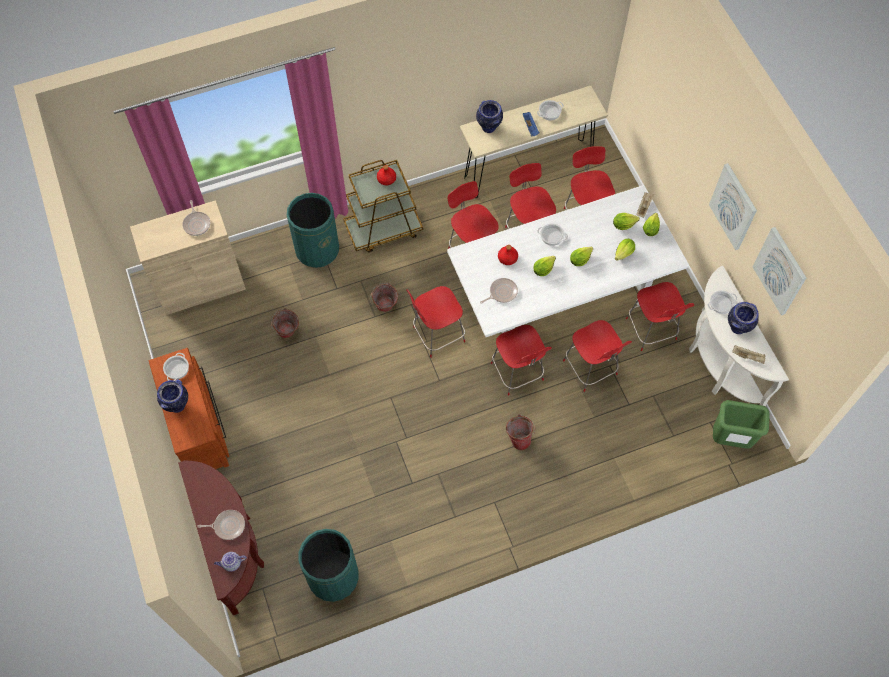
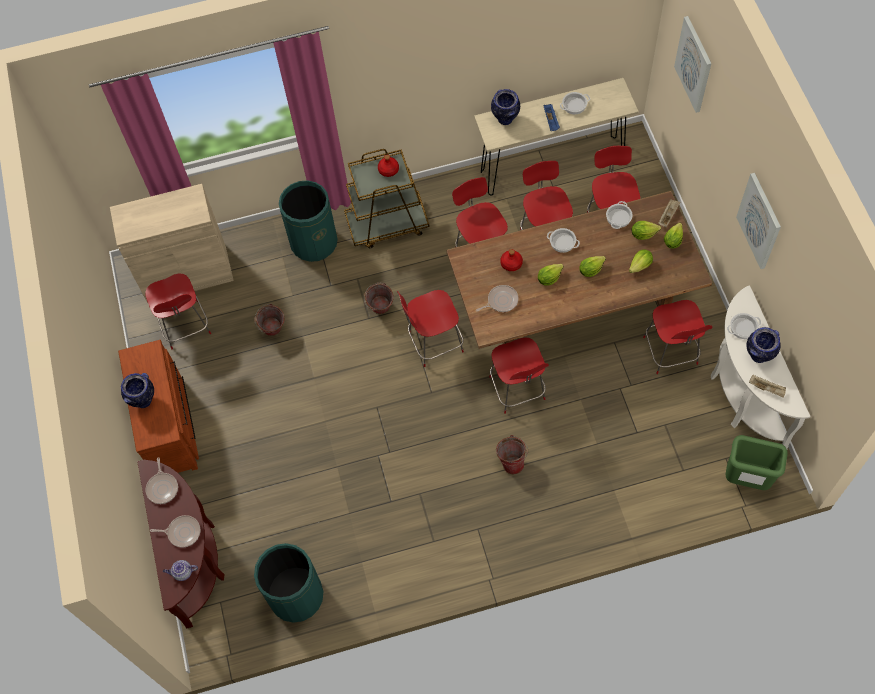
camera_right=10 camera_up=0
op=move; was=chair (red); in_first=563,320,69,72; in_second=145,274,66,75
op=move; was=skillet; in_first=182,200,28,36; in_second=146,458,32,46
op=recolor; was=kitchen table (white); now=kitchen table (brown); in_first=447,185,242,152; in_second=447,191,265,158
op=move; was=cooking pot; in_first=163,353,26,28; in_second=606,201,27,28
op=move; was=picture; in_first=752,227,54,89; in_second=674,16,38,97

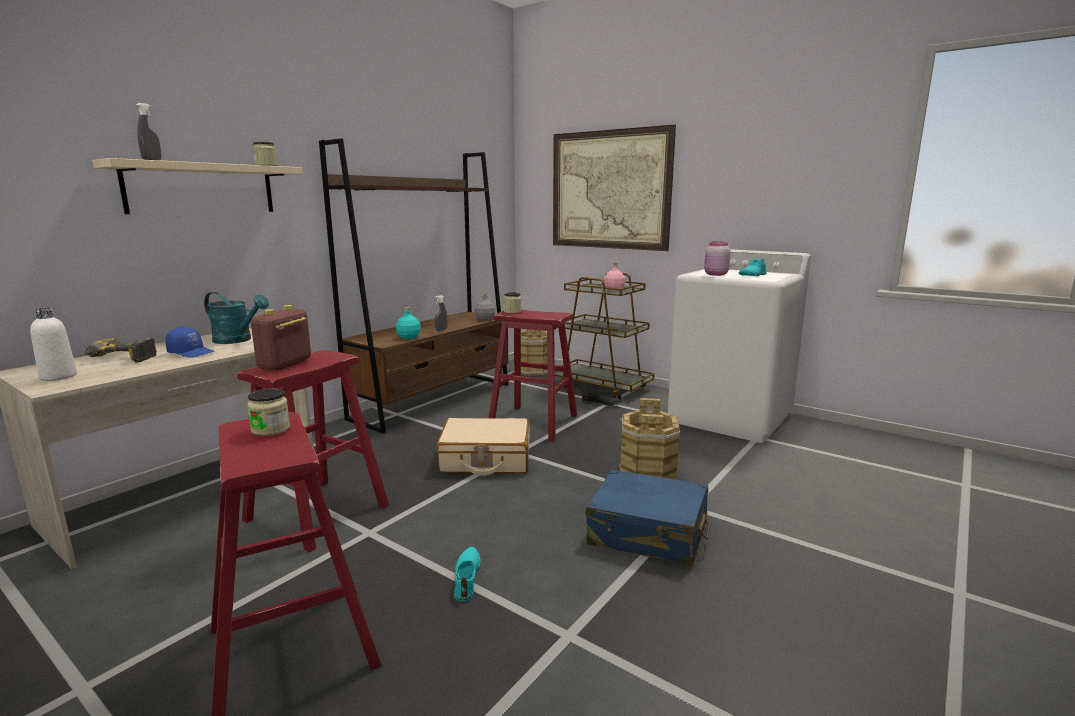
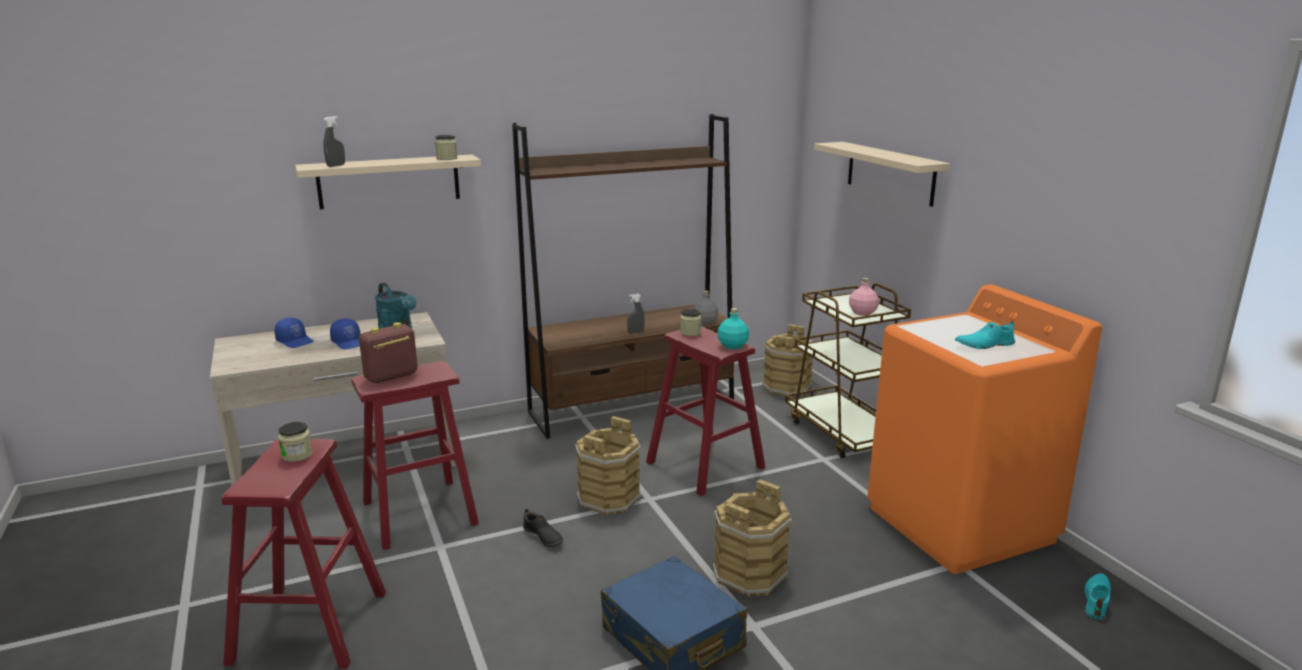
camera_right=30 camera_up=5
op=replace; was=power drill; now=cap (blue-coloured); in_first=80,337,77,26; in_second=275,318,39,30
op=move; was=low shoe (blackish); in_first=581,390,39,16; in_second=523,509,40,38
op=replace; was=suitcase (beige); now=water bucket (brown); in_first=436,418,94,57; in_second=575,416,66,100
op=move; was=drink bottle (blue-green); in_first=396,307,25,32; in_second=717,308,32,41
op=replace; was=picture; now=wall shelf (beige); in_first=553,125,123,126; in_second=814,142,136,65
op=recolor; was=washing machine (white); now=washing machine (orangey); in_first=668,249,143,194; in_second=867,284,235,290
op=move; was=low shoe (blue-green); in_first=454,547,27,55; in_second=1084,573,27,47
op=delete; was=drink bottle (white); in_first=30,308,47,73
op=delete; was=storage jar (pink); in_first=704,241,27,35

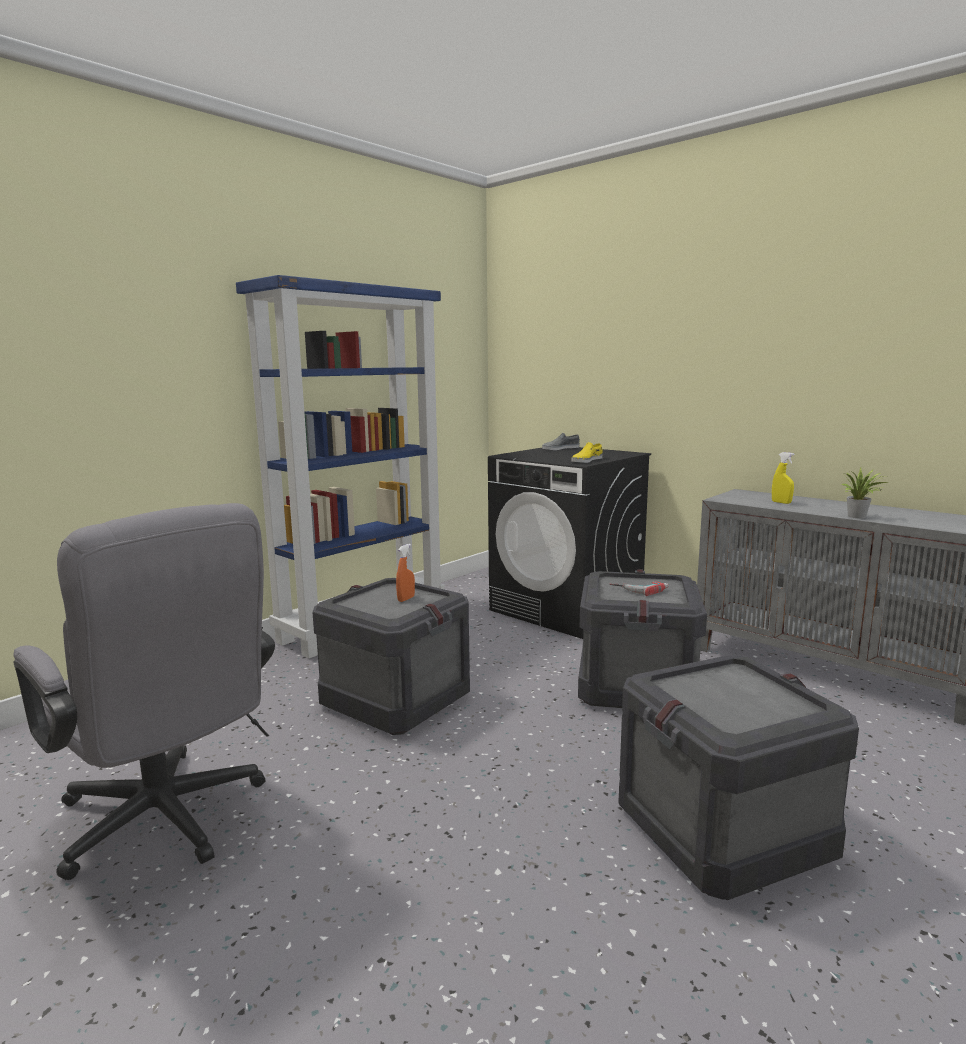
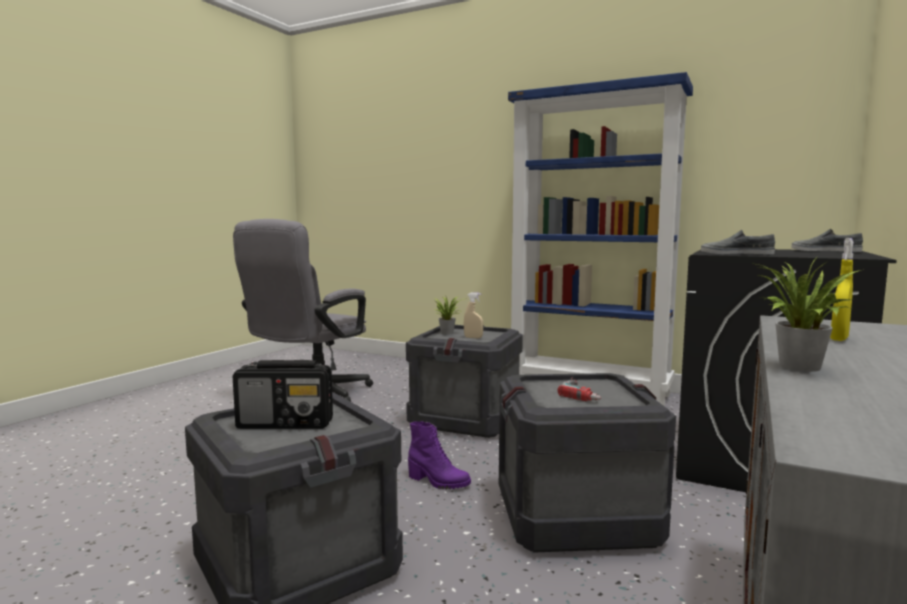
camera_right=75 camera_up=-5
op=insert; now=radio set; in_second=233,360,100,69
op=insert; now=boot (purplish); in_second=408,421,63,68
op=insert; now=houseplant; in_second=434,295,28,40
op=recolor; was=spray bottle (orangey); now=spray bottle (beige); in_first=396,544,19,58; in_second=464,292,19,46
op=recolor; was=low shoe (yellow-coloured); now=low shoe (gray); in_first=572,442,31,21; in_second=701,229,74,25

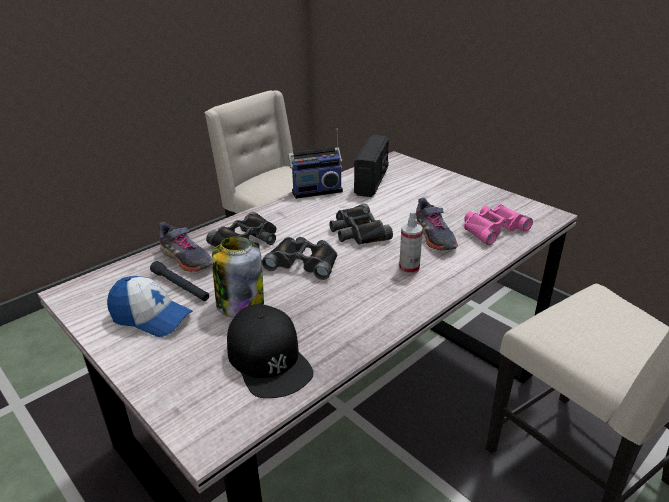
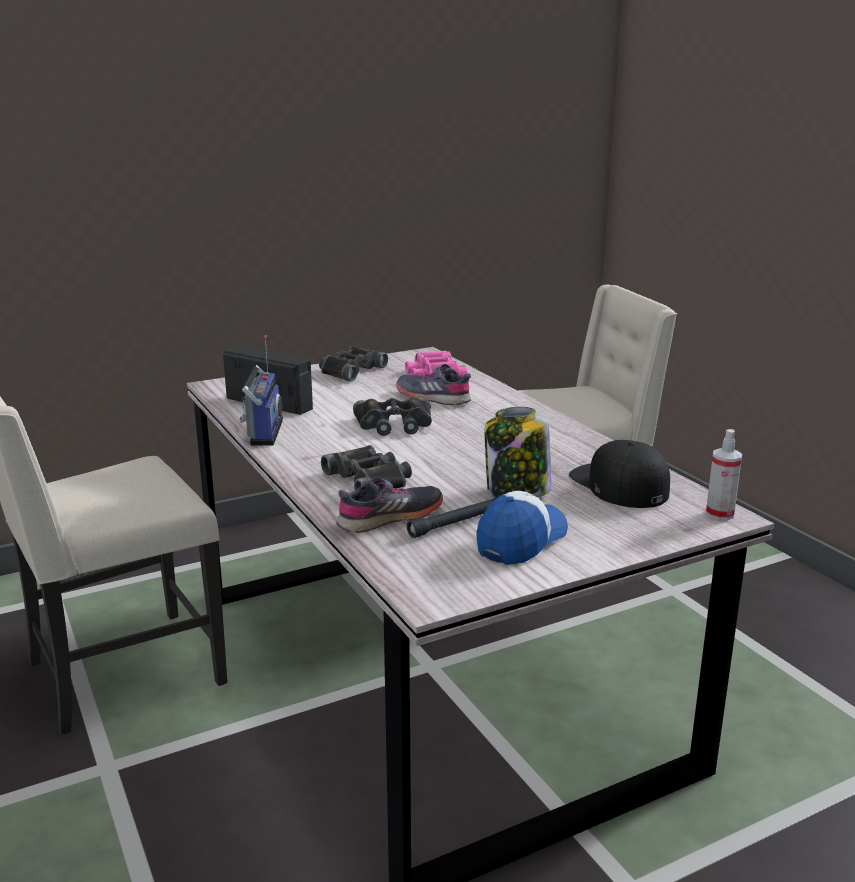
camera_right=-75 camera_up=-10
op=move; was=field glasses (blackish); in_first=262,237,75,43; in_second=319,346,69,36
op=rotate; was=low shoe (gray); in_first=416,198,42,52; in_second=396,364,75,41; clockwise=-150
op=rotate; was=cap (blackish); in_first=227,304,87,94; in_second=569,440,101,68; clockwise=-105
op=move; was=spray bottle; in_first=399,210,24,65; in_second=706,429,36,91

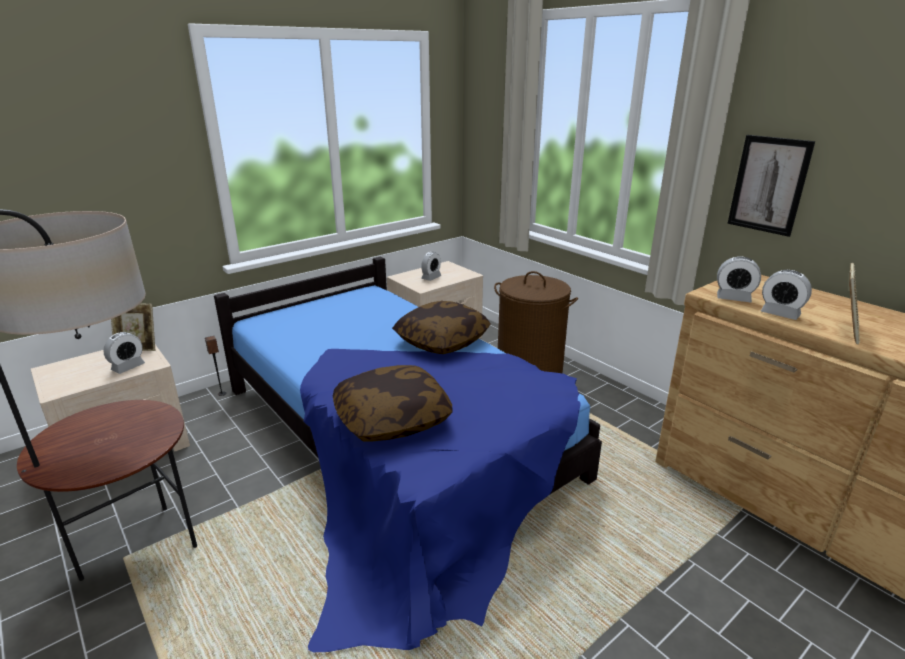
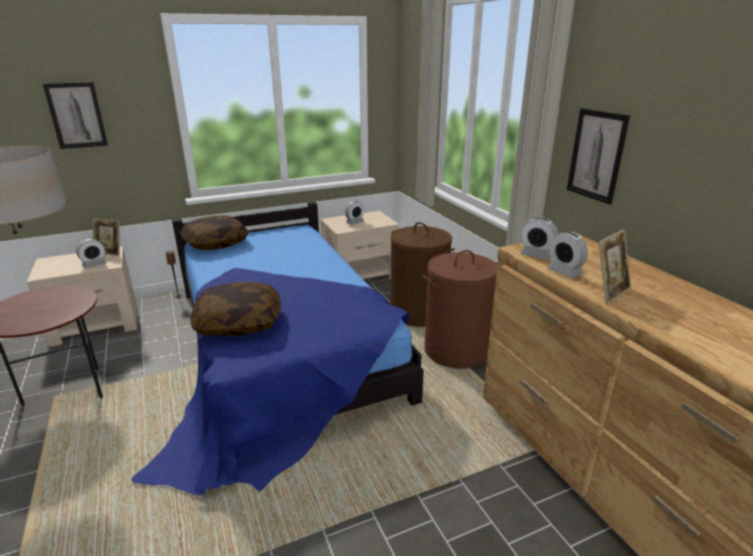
camera_right=15 camera_up=0
op=insert; now=picture; in_second=43,82,65,67
op=move; was=throw pillow; in_first=392,301,99,53; in_second=180,215,68,35
op=insert; now=washing basket (brown); in_second=422,250,76,119

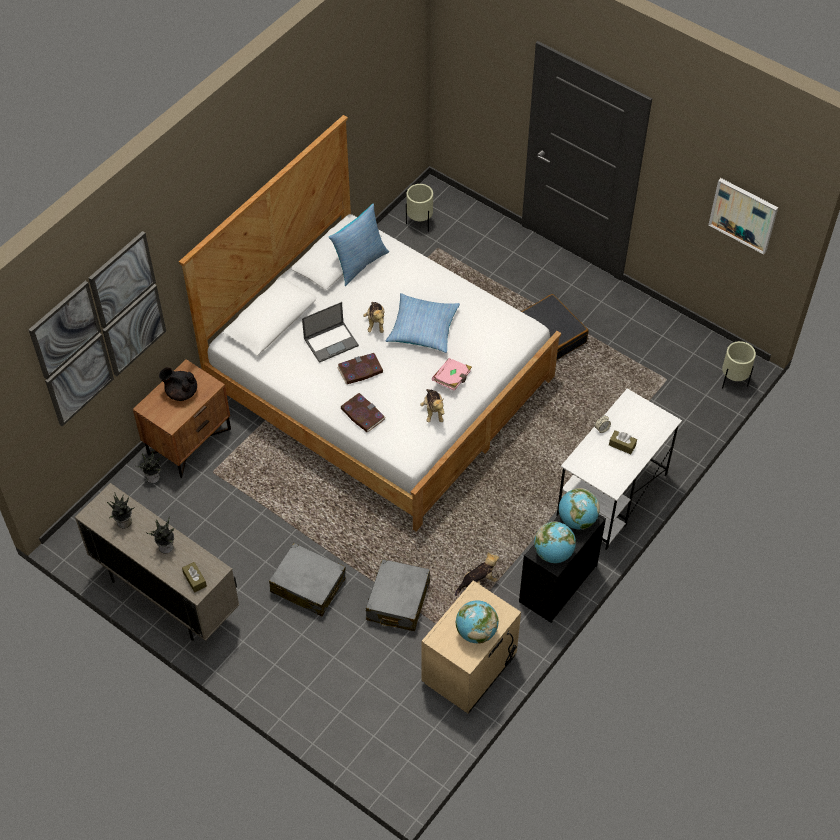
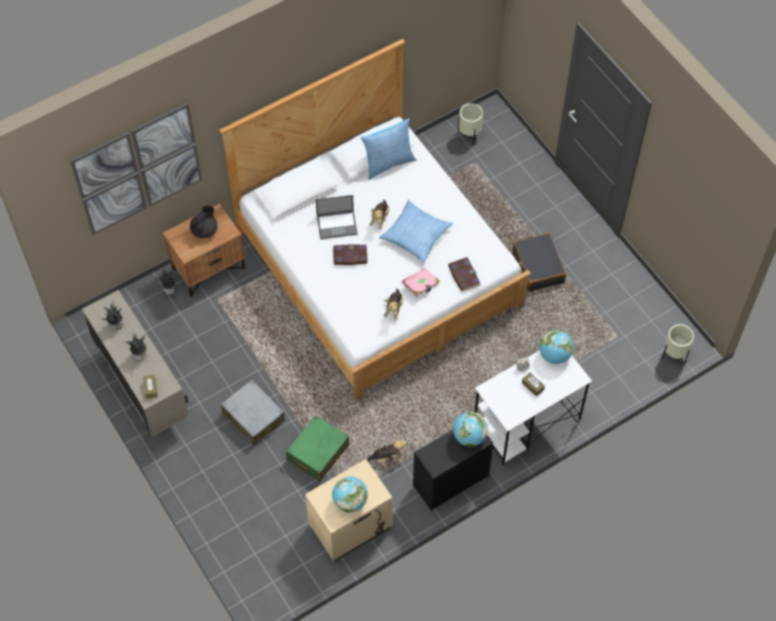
camera_right=20 camera_up=5
op=rotate; was=tea pot (blackish); in_first=159,367,38,34; in_second=190,206,27,32; clockwise=90
op=recolor; was=suitcase (gray); now=suitcase (green-coloured); in_first=366,559,64,72; in_second=286,415,64,66
op=move; was=book; in_first=341,393,45,40; in_second=448,257,33,35
op=move; was=globe; in_first=534,522,42,41; in_second=539,330,35,34
op=delete; was=picture; in_first=708,178,70,76

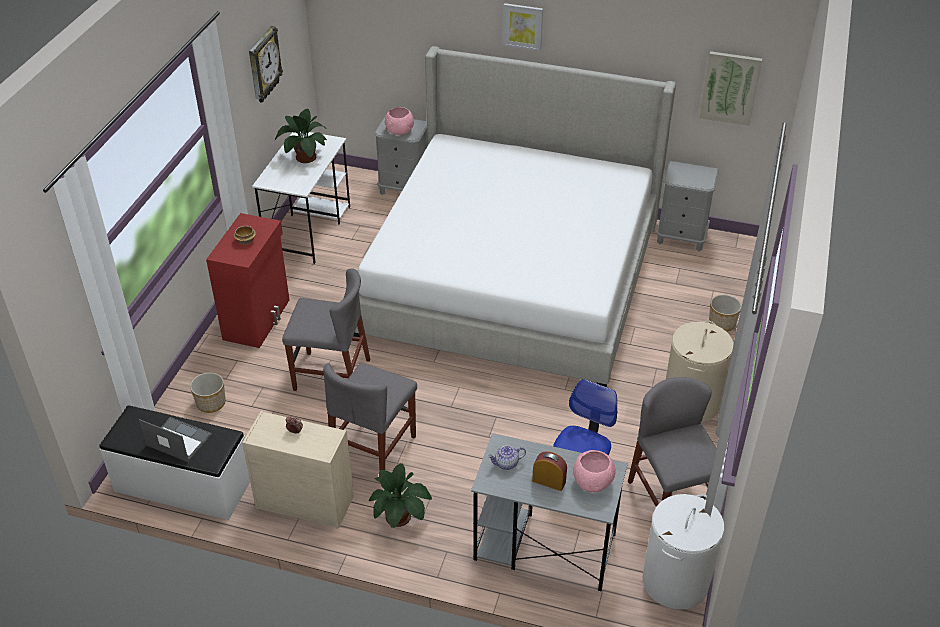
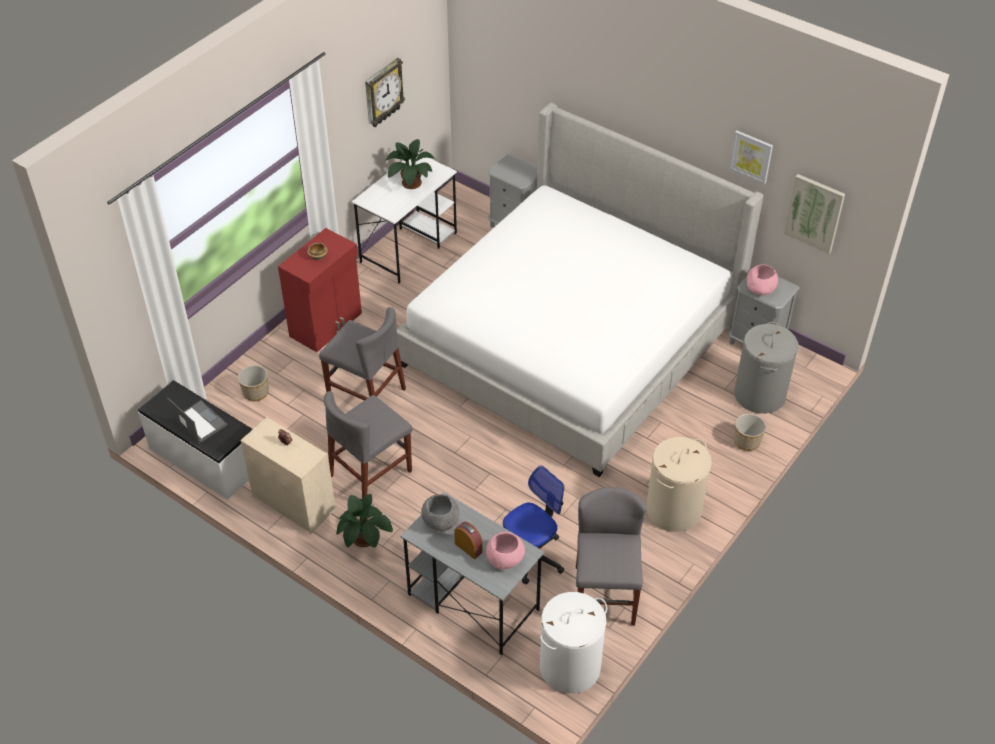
camera_right=20 camera_up=5
op=replace; was=tea pot; now=deep dish (gray); in_first=488,445,38,25; in_second=421,494,38,37
op=move; was=picture; in_first=503,3,40,48; in_second=729,130,44,54
op=insert; now=washing basket (gray); in_second=734,322,65,92
op=move; was=deep dish (pink); in_first=385,107,29,28; in_second=746,265,32,30

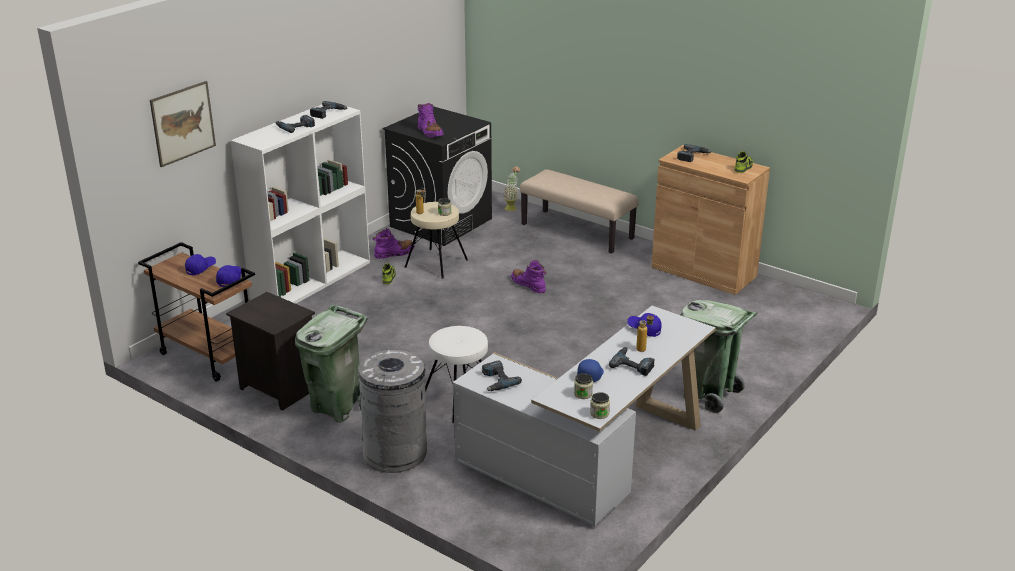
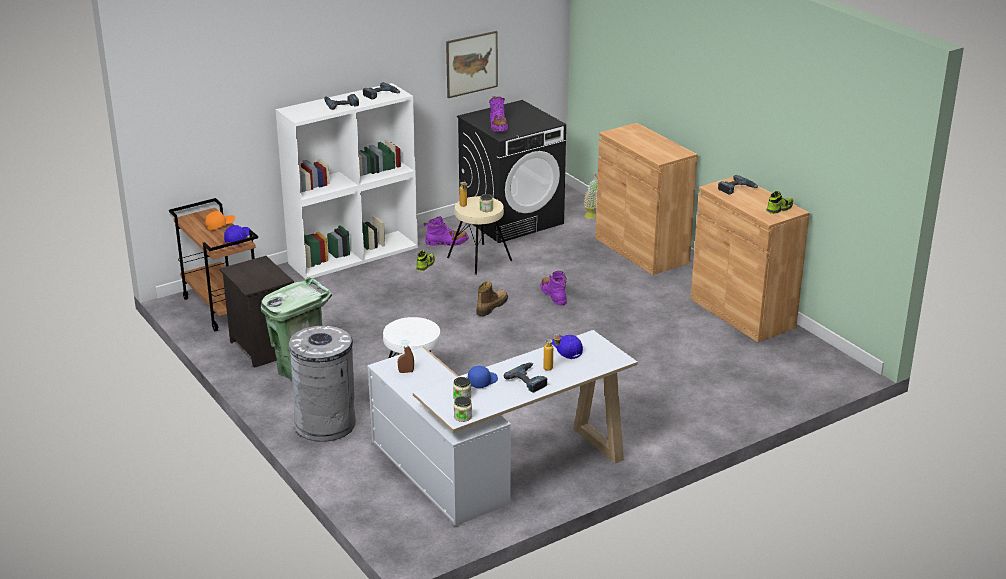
camera_right=20 camera_up=0
op=recolor; was=cap (blue-coloured); now=cap (orangey); in_first=185,254,31,22; in_second=205,211,30,19
op=replace; was=power drill; now=spray bottle (brown); in_first=482,360,40,31; in_second=398,340,16,33
op=move; was=picture; in_first=150,81,66,86; in_second=446,31,52,67
op=insert; now=boot; in_second=476,281,32,35
op=replace; was=bench (beige); now=storage cabinet (brown); in_first=520,169,119,85; in_second=595,123,103,152
op=delete; was=waste bin (green-coloured); in_first=681,300,76,114

